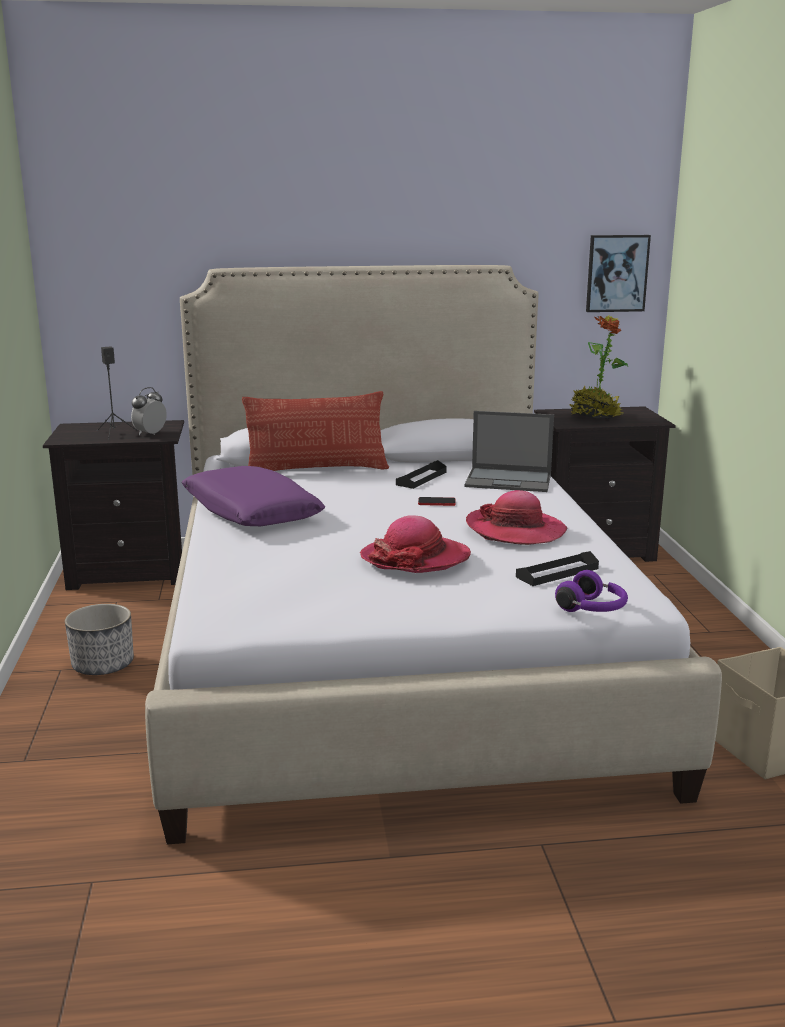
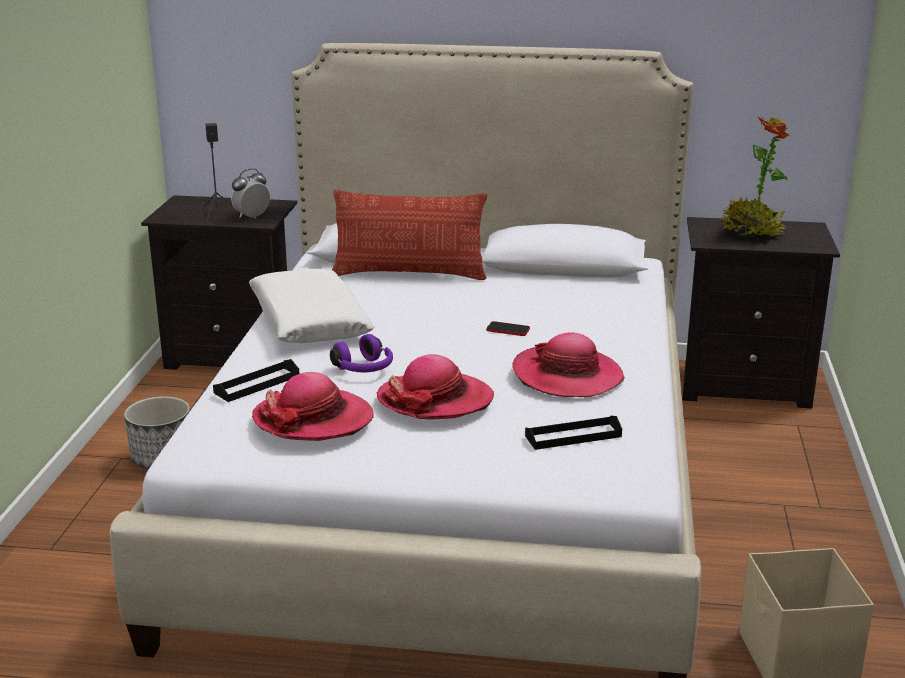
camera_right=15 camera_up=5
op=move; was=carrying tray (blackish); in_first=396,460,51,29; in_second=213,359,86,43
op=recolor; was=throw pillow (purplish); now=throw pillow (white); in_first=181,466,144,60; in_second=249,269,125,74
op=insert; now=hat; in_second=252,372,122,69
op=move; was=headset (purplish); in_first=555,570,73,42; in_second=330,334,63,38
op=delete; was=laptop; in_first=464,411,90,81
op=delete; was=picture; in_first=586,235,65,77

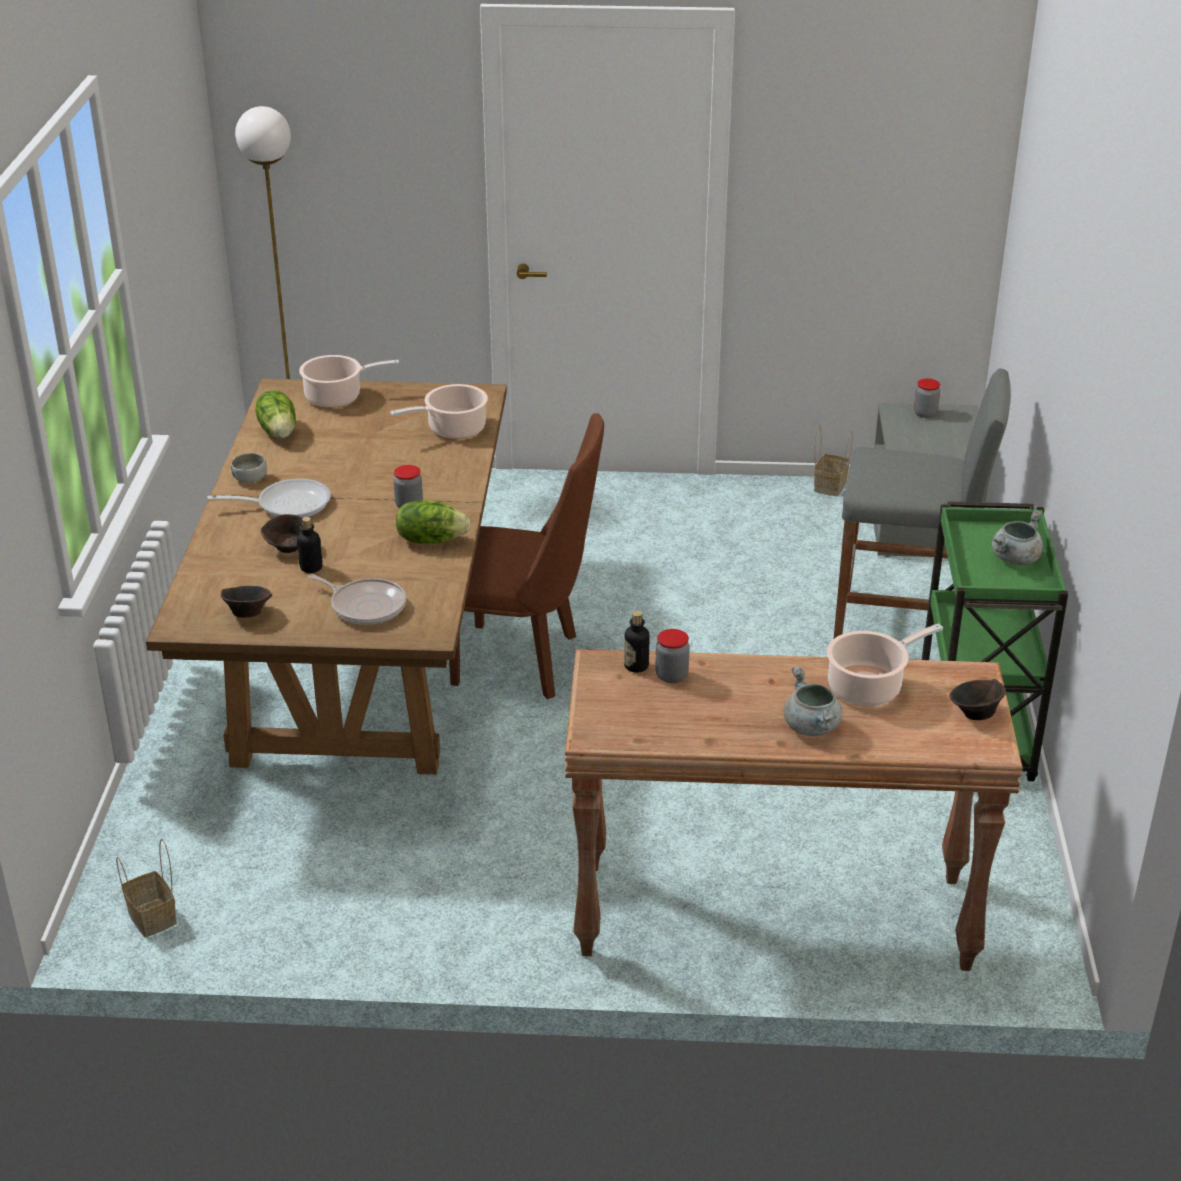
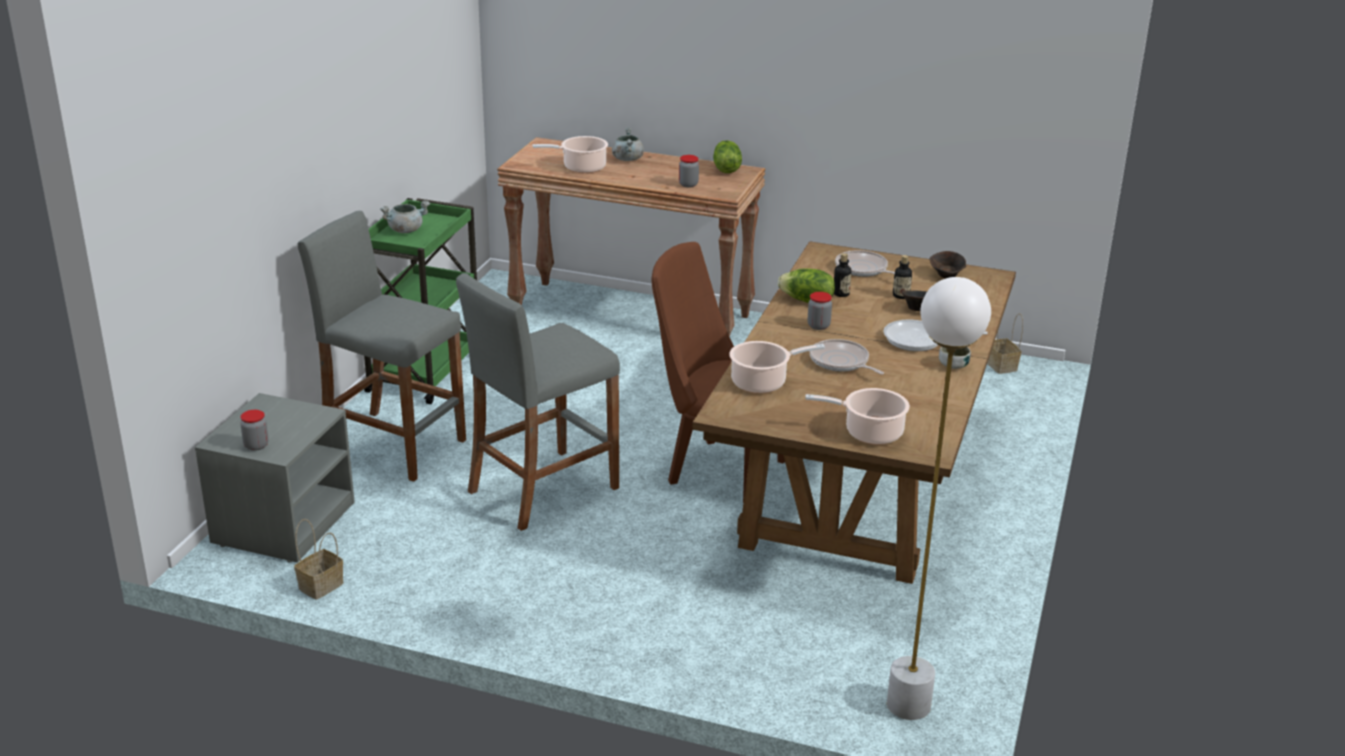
camera_right=-165 camera_up=-5
op=insert; now=stool seat (gray); in_second=456,273,164,258
op=move; was=lettuce; in_first=255,390,41,48; in_second=713,140,29,33
op=insert; now=skillet; in_second=810,339,74,36
op=move; was=drink bottle; in_first=624,611,26,62; in_second=834,253,18,44
op=delete; was=deep dish (brown); in_first=949,679,57,41

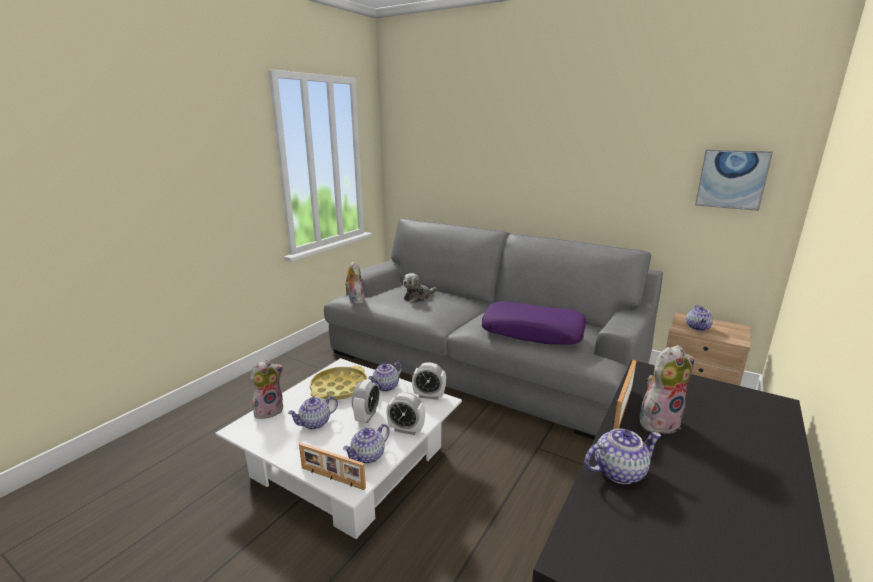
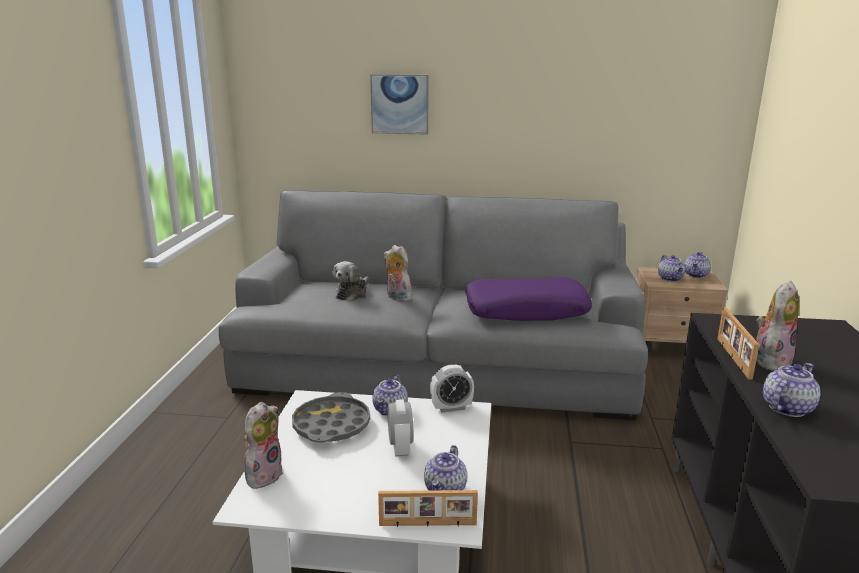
camera_right=-25 camera_up=0
op=recolor; was=carrying tray (yellow-coloured); now=carrying tray (gray); in_first=310,366,57,34; in_second=292,392,78,50
op=move; was=picture; in_first=695,149,78,62; in_second=370,74,59,61
op=move; was=soft toy; in_first=345,262,20,42; in_second=383,245,29,57
op=move; was=tea pot; in_first=288,396,50,34; in_second=684,252,27,26
op=delete; was=alarm clock; in_first=386,392,39,43

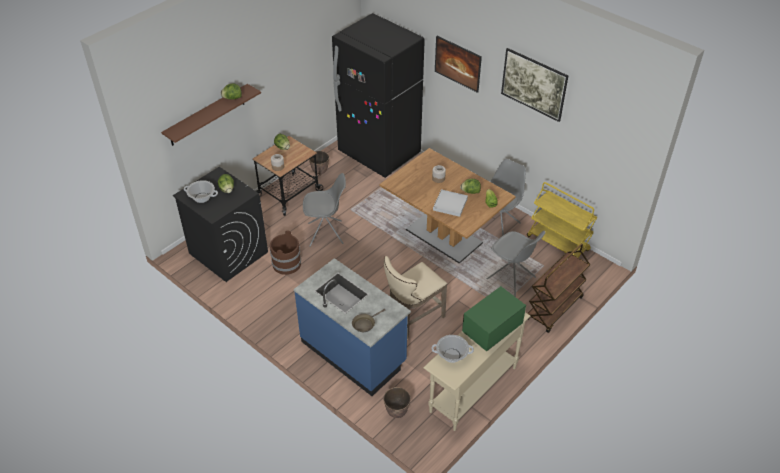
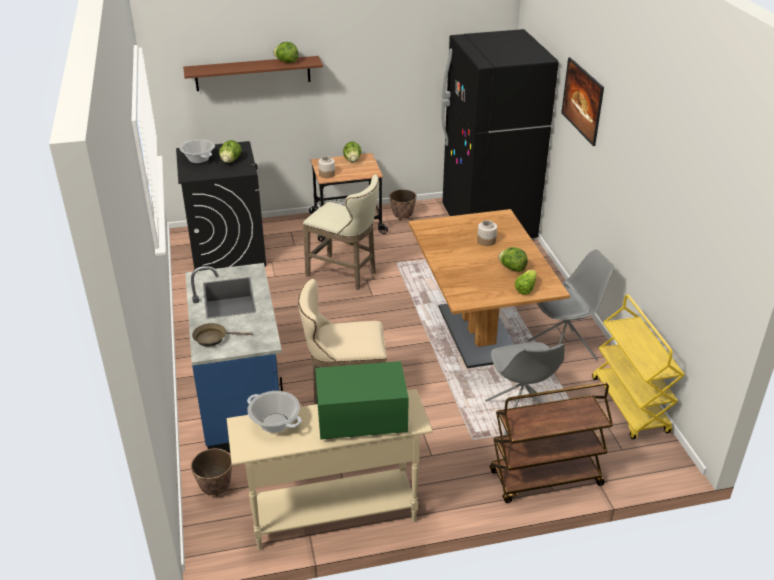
camera_right=35 camera_up=-10
op=replace; was=chair (gray); now=stool seat (beige); in_first=303,173,43,74; in_second=303,174,76,116
op=delete; was=water bucket (brown); in_first=270,230,31,45
op=delete; was=carrying tray (white); in_first=433,189,35,28
op=delete; was=picture; in_first=501,48,67,74

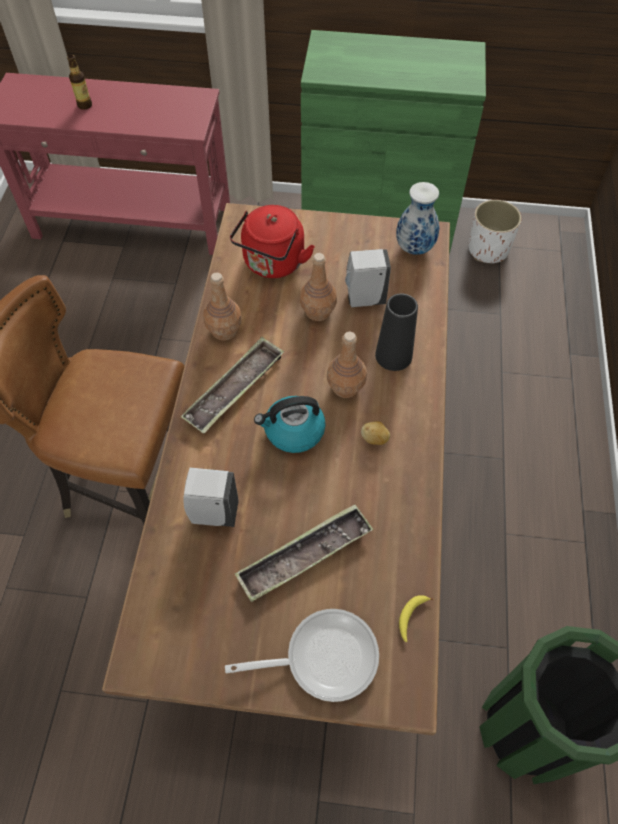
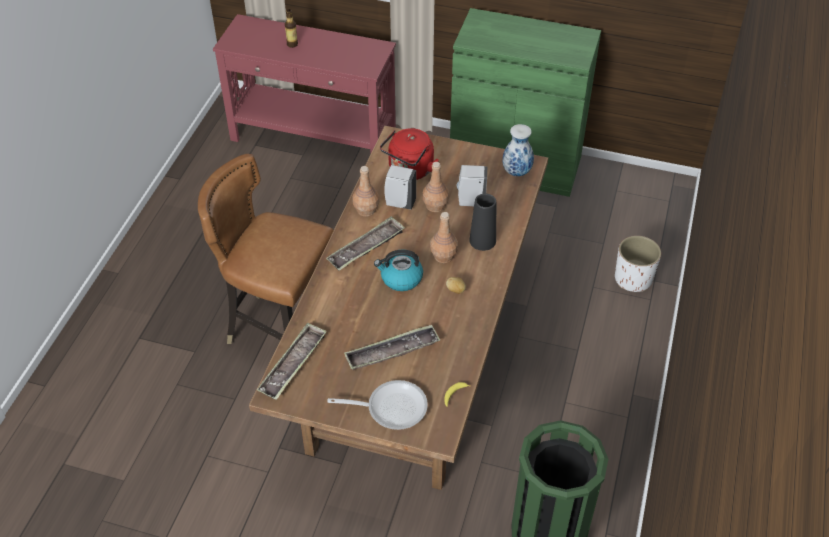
camera_right=10 camera_up=-10
op=insert; now=carrying tray; in_second=257,322,70,78
op=move; was=liquid soap bottle (white); in_first=184,468,55,59; in_second=384,165,32,45
op=move; was=flower pot (white); in_first=468,200,54,63; in_second=615,236,46,56

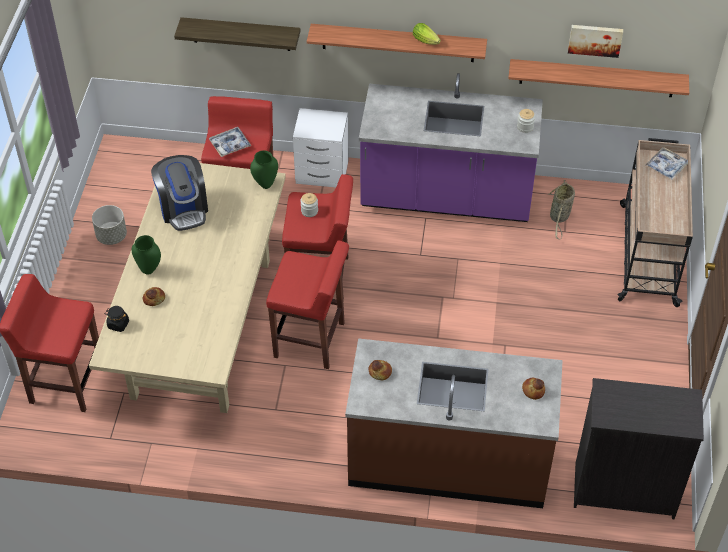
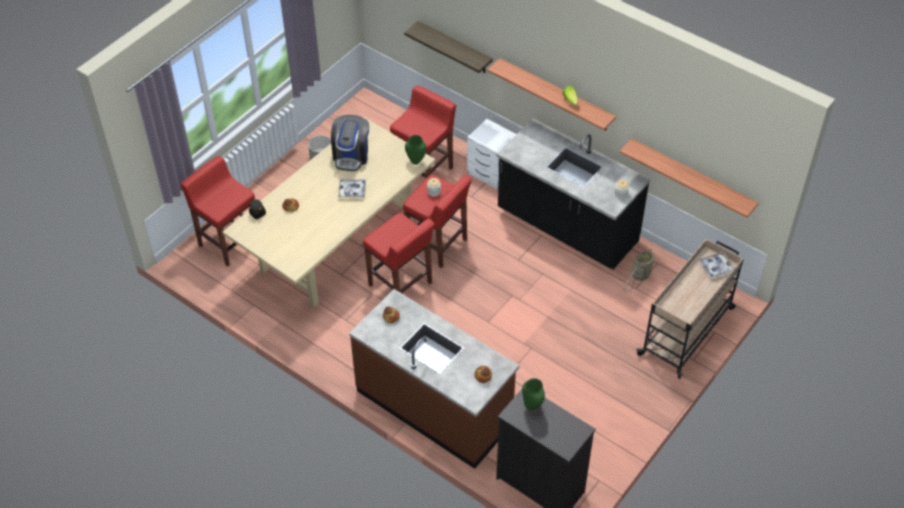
camera_right=30 camera_up=0
op=move; was=carrying tray; in_first=209,127,42,30; in_second=338,179,28,19
op=recolor; was=counter (purplish); now=counter (blackish); in_first=359,73,184,149; in_second=497,119,154,151
op=move; was=flower vase (green-coloured); in_first=132,235,29,40; in_second=522,378,23,32
op=delete; was=picture; in_first=568,25,55,33

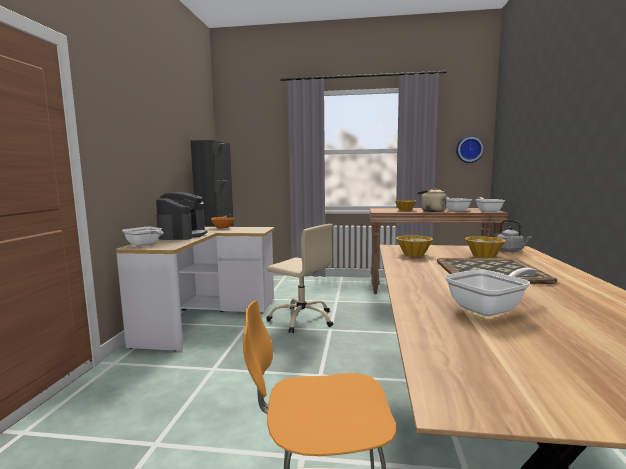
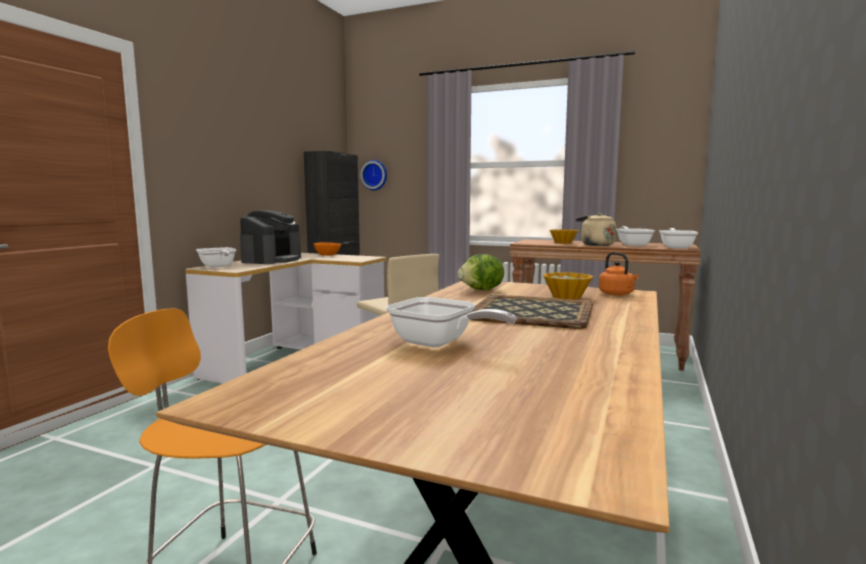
camera_right=15 camera_up=0
op=move; was=wall clock; in_first=456,136,28,27; in_second=360,160,27,30
op=rotate; was=skillet; in_first=445,268,92,48; in_second=386,297,130,50; clockwise=45
op=replace; was=deep dish; now=lettuce; in_first=396,235,37,21; in_second=458,254,46,36
op=recolor; was=tea kettle (gray); now=tea kettle (orangey); in_first=496,220,36,32; in_second=599,252,40,43

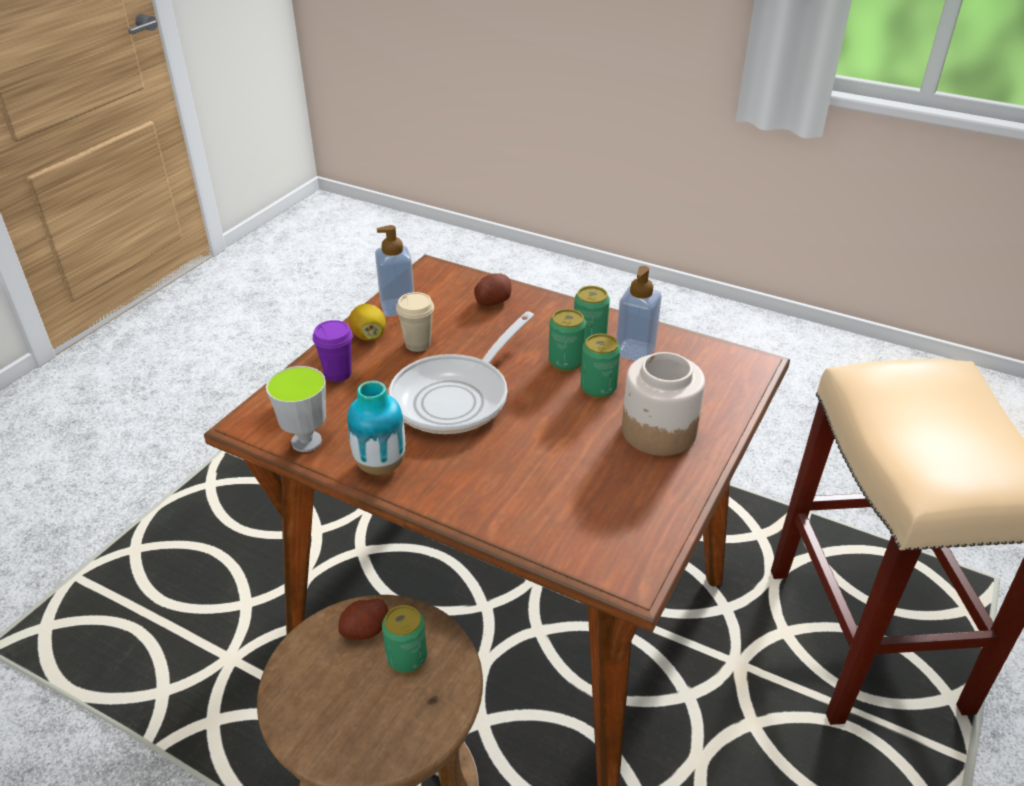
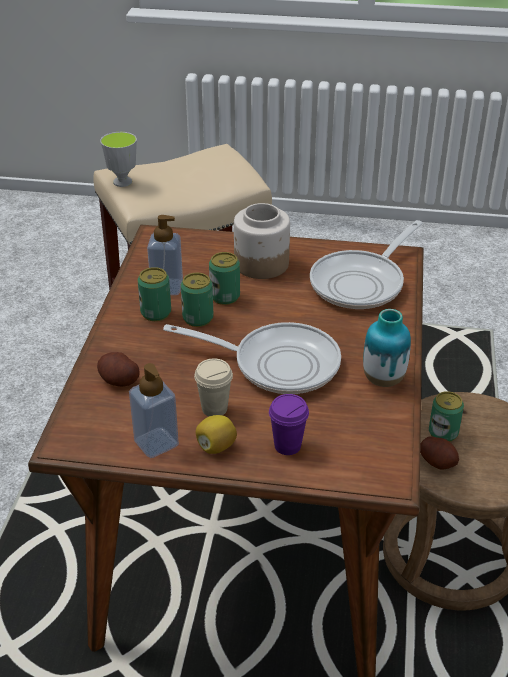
camera_right=-110 camera_up=0
op=move; was=cup; in_first=266,366,60,86; in_second=100,132,37,55
op=insert; now=skillet; in_second=310,220,113,89

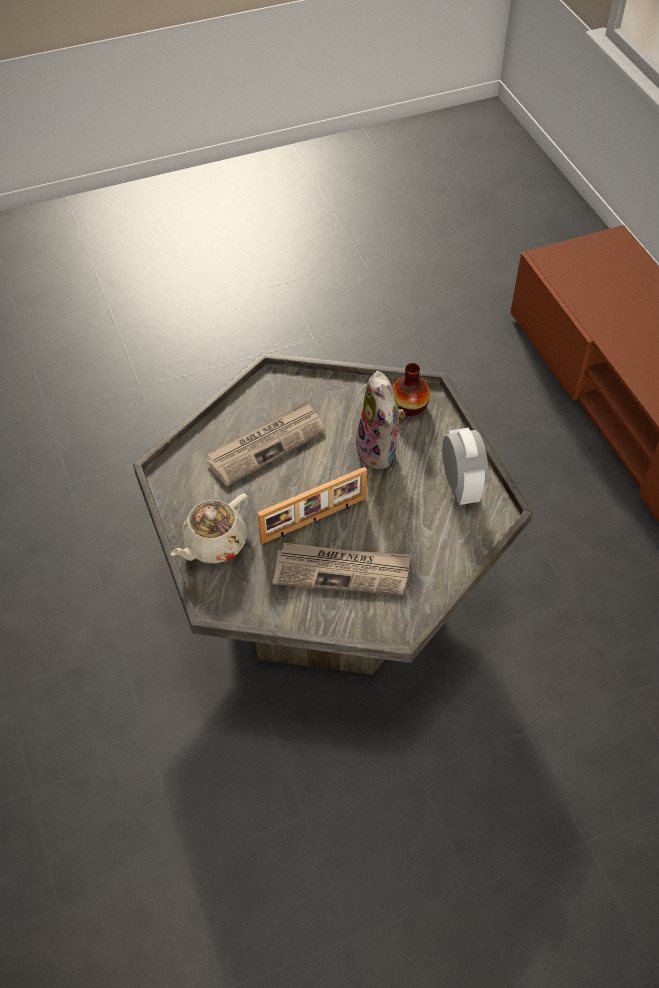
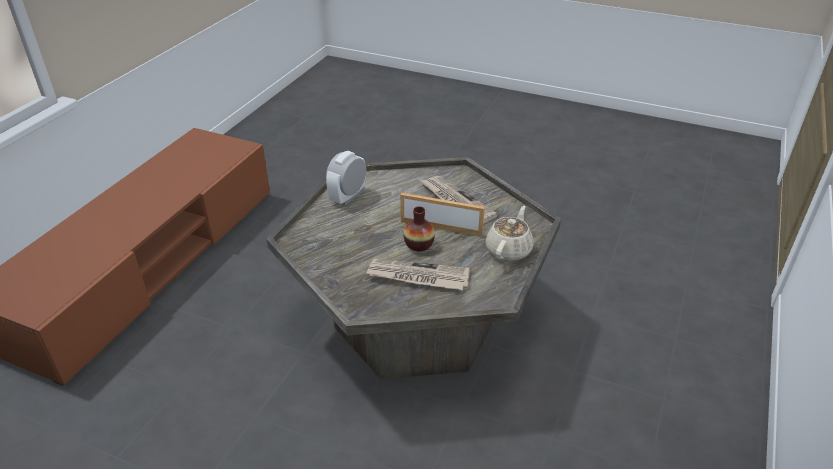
camera_right=-135 camera_up=-15
op=move; was=flower vase; in_first=392,363,38,53; in_second=403,206,32,45
op=rotate; was=tea pot (beige); in_first=171,493,78,70; in_second=485,205,49,56; clockwise=-60
op=delete; was=soft toy; in_first=353,371,52,99

